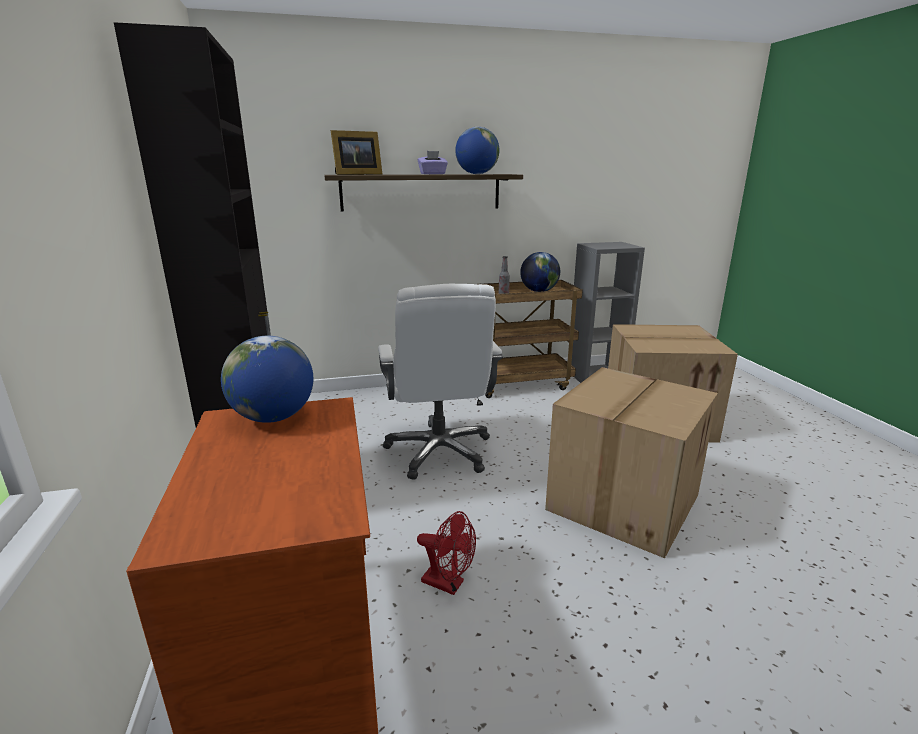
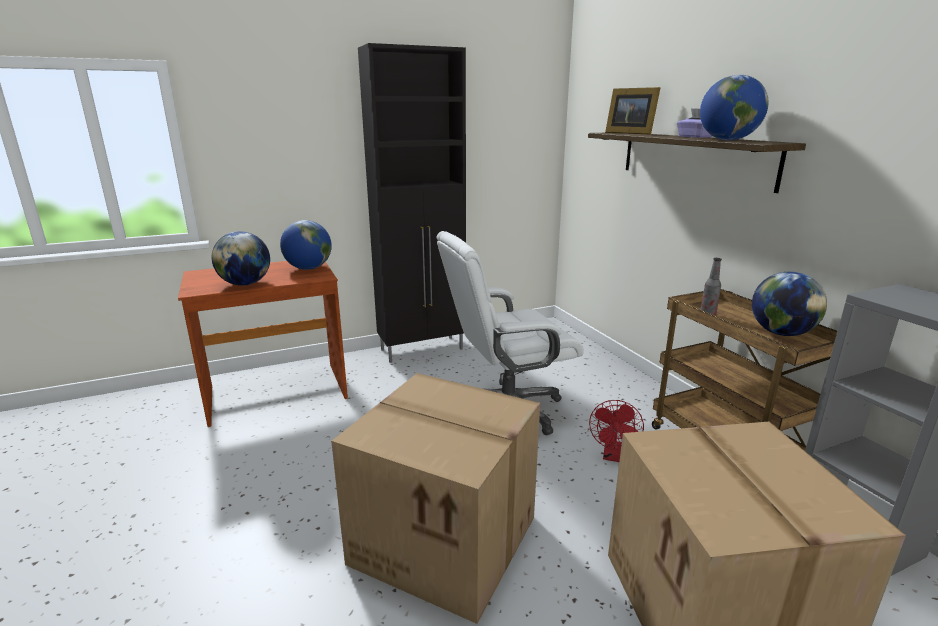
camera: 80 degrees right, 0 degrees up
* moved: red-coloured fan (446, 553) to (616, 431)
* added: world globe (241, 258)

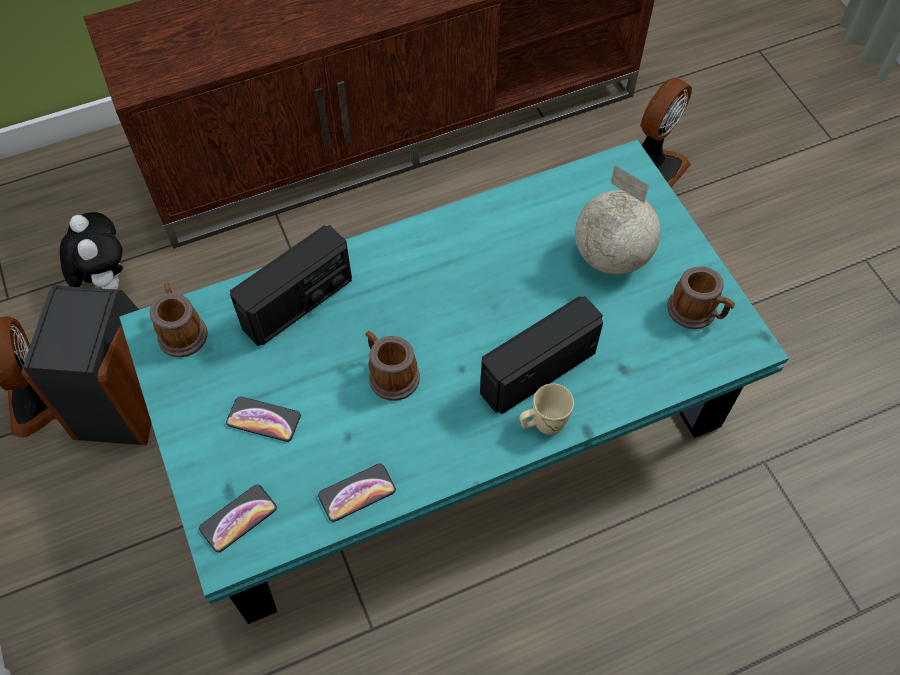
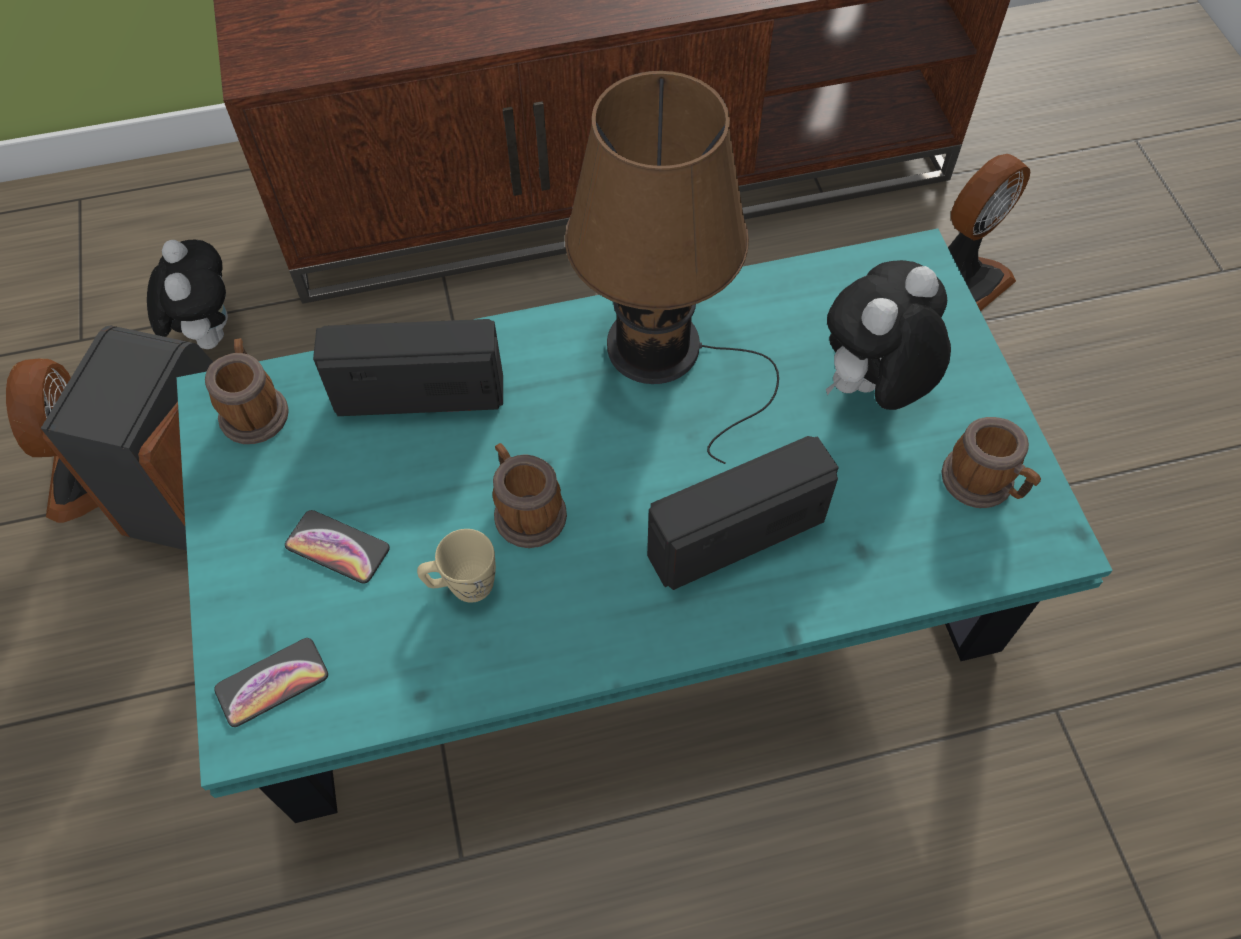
camera: 10 degrees right, 0 degrees up
* replaced: world globe (617, 220) to plush toy (888, 335)
* turned: radio set (291, 285) = (408, 367) 150 degrees counterclockwise
* moved: beige mug (547, 409) to (456, 566)
* removed: phone (357, 493)
* added: brown table lamp (672, 267)

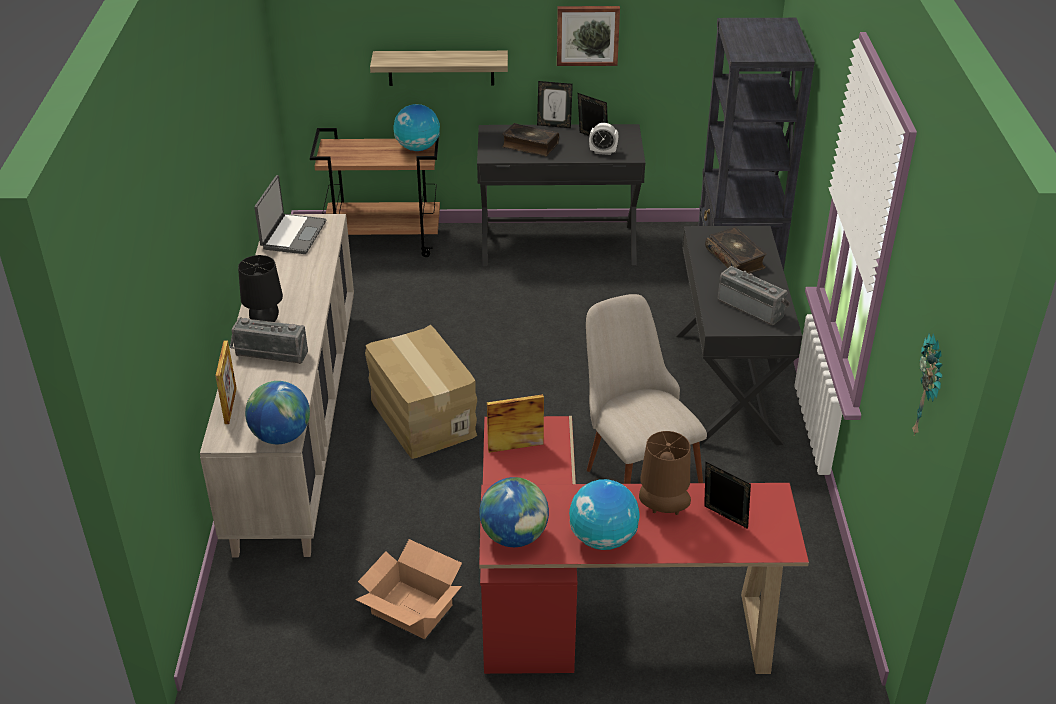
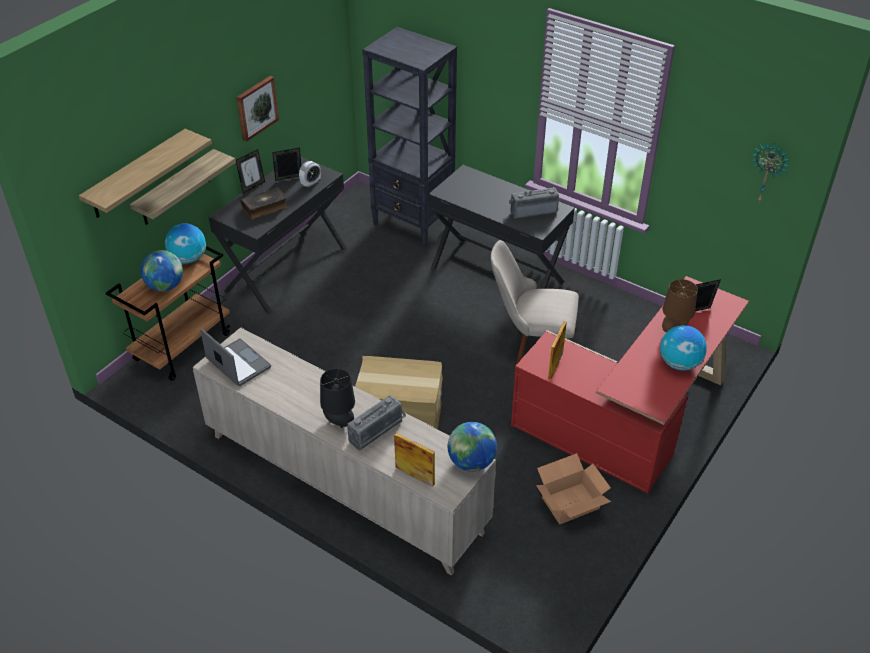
camera: 55 degrees left, 5 degrees up
* removed: book (735, 250)
* moved: world globe (514, 512) to (162, 270)
* added: bracket shelf (145, 173)

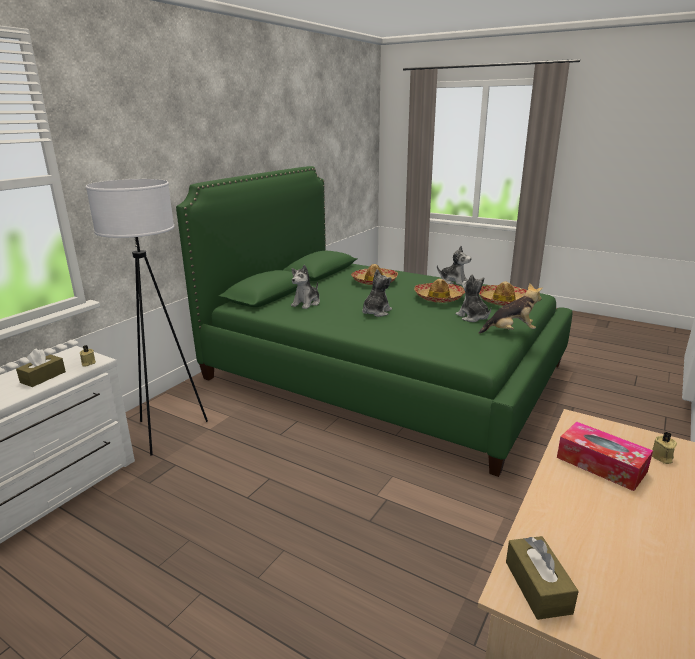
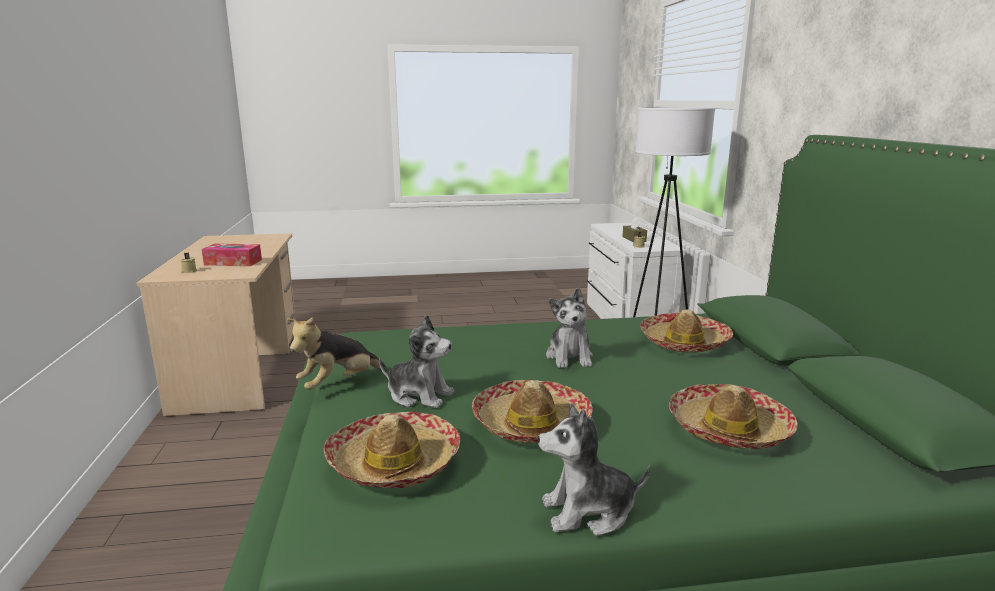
camera: 140 degrees right, 5 degrees down
* replaced: plush toy (305, 287) to wearable hat (686, 331)
* removed: brown tissue box (542, 578)

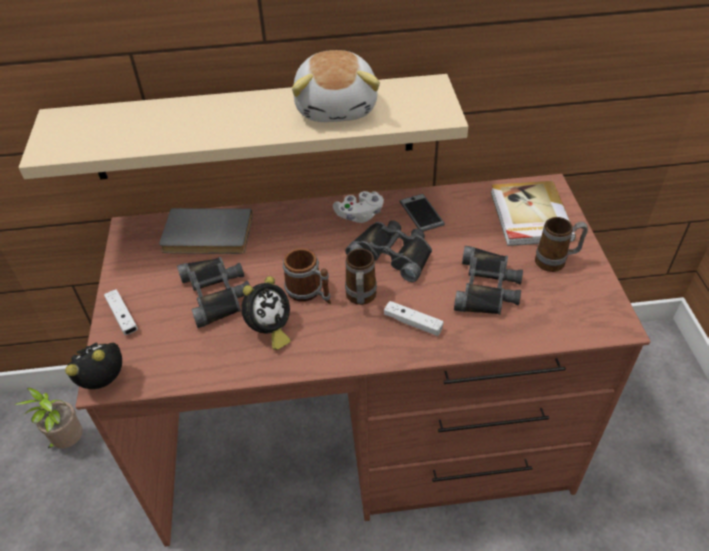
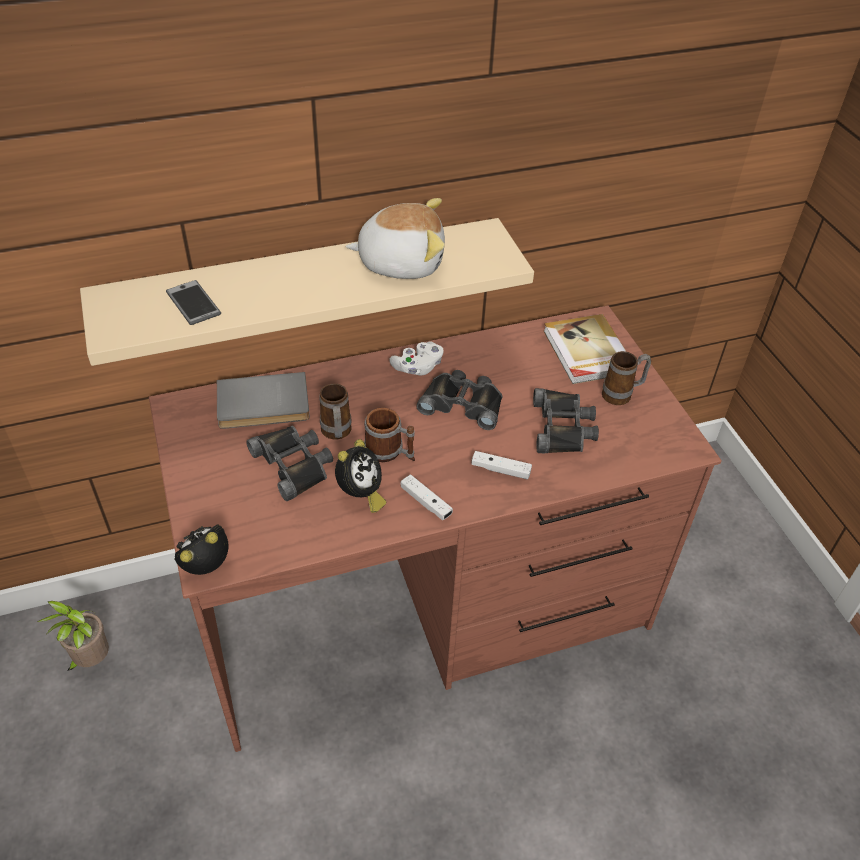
camera: 15 degrees left, 0 degrees up
* turned: plush toy (336, 86) = (395, 238) 75 degrees counterclockwise
* moved: phone (422, 213) to (193, 302)
* moved: mug (361, 276) to (335, 411)
* moved: whitish game controller (121, 312) to (427, 497)

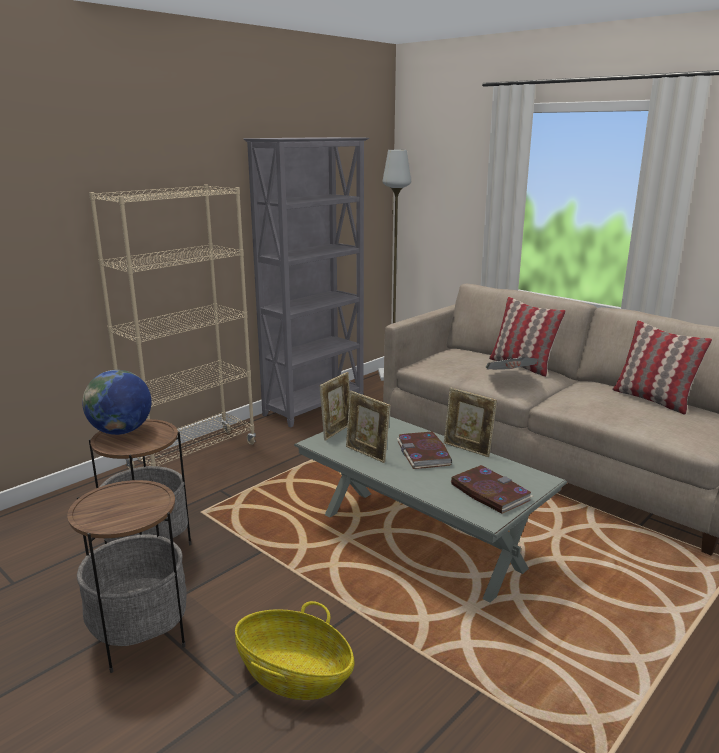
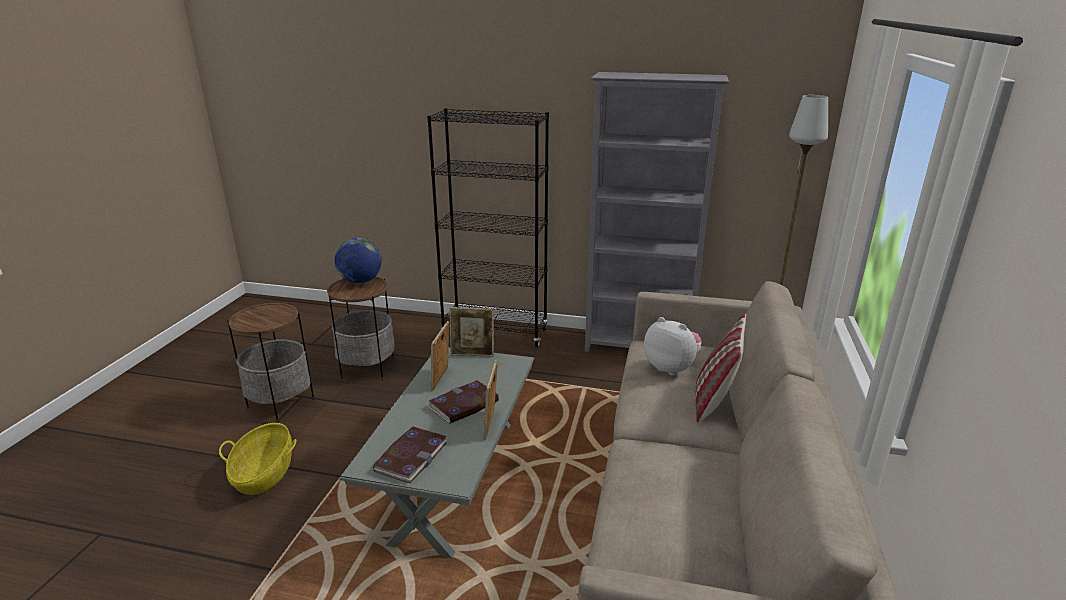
camera: 60 degrees right, 5 degrees up
* recoloured: beige shelving unit (172, 326) to black-coloured shelving unit (488, 227)
* removed: cushion (662, 367)
* removed: newspaper (511, 363)
* added: plush toy (673, 346)

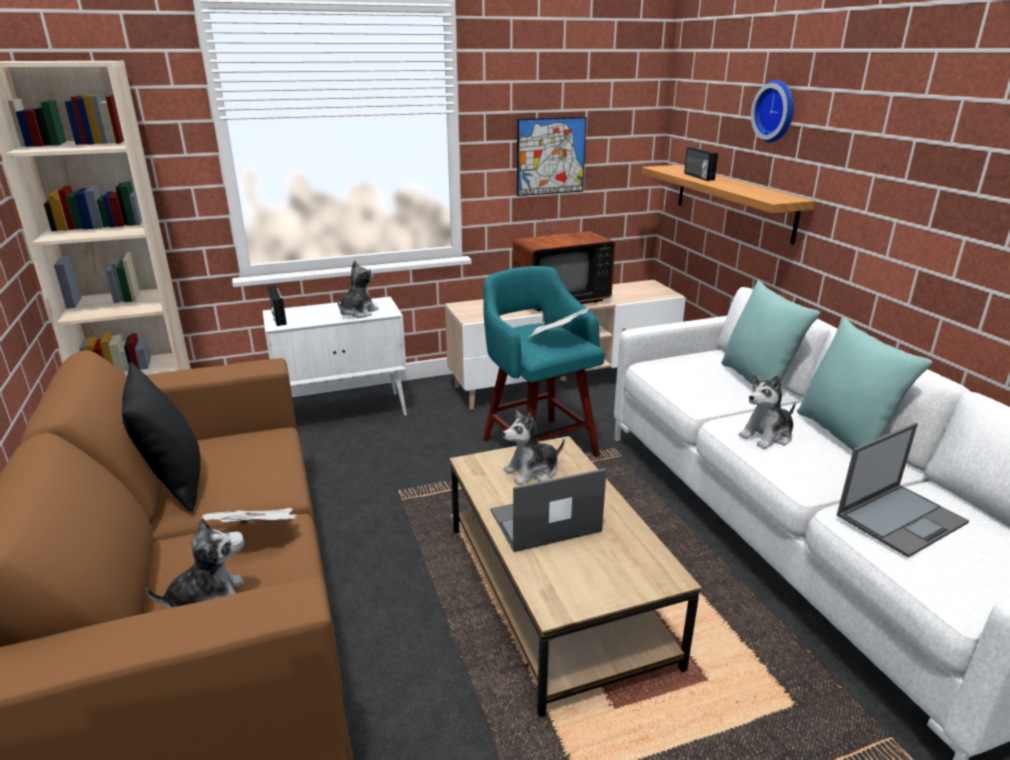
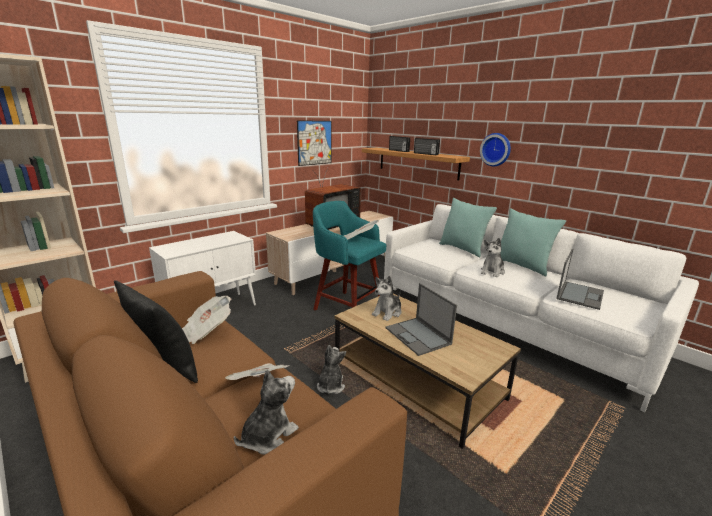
camera: 25 degrees left, 5 degrees down
* moved: clock on the wall (772, 111) to (495, 149)
* moved: plush toy (358, 289) to (331, 369)
* moved: radio set (277, 305) to (427, 146)
* turned: portable computer (549, 510) = (421, 319) 75 degrees counterclockwise
* added: newspaper (207, 320)

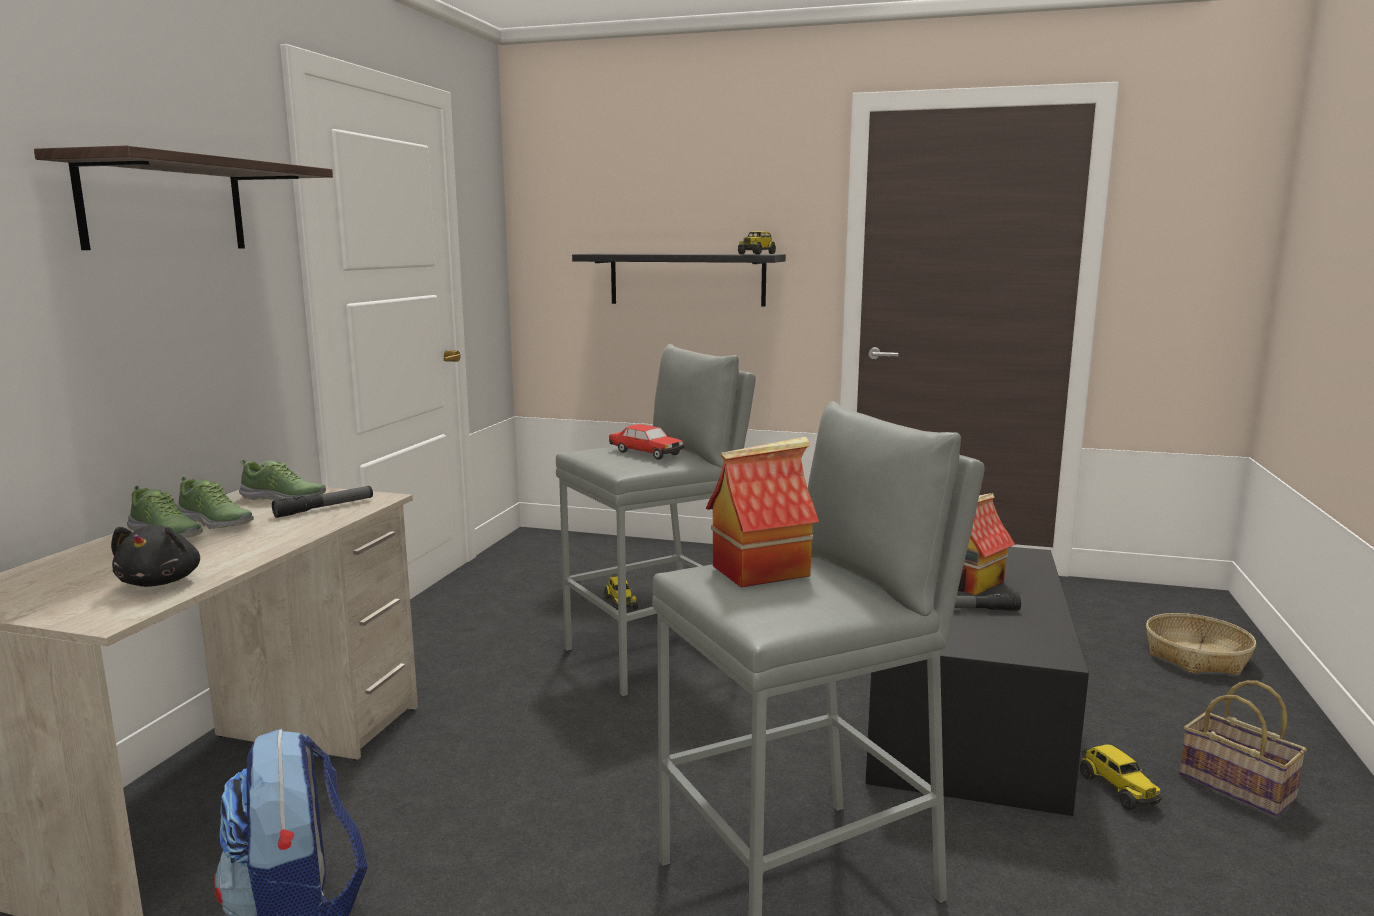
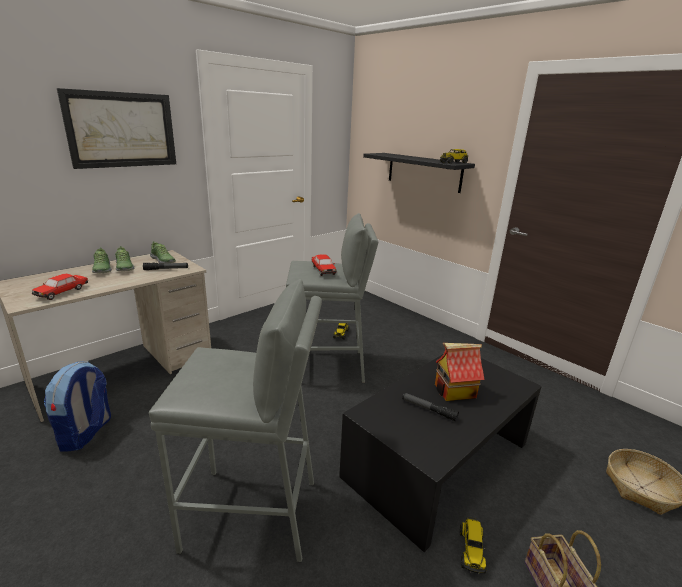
camera: 30 degrees right, 10 degrees up
* replaced: bracket shelf (183, 197) to wall picture (116, 128)
* removed: toy house (762, 512)
* replaced: black-coloured plush toy (155, 556) to toy car (60, 287)

